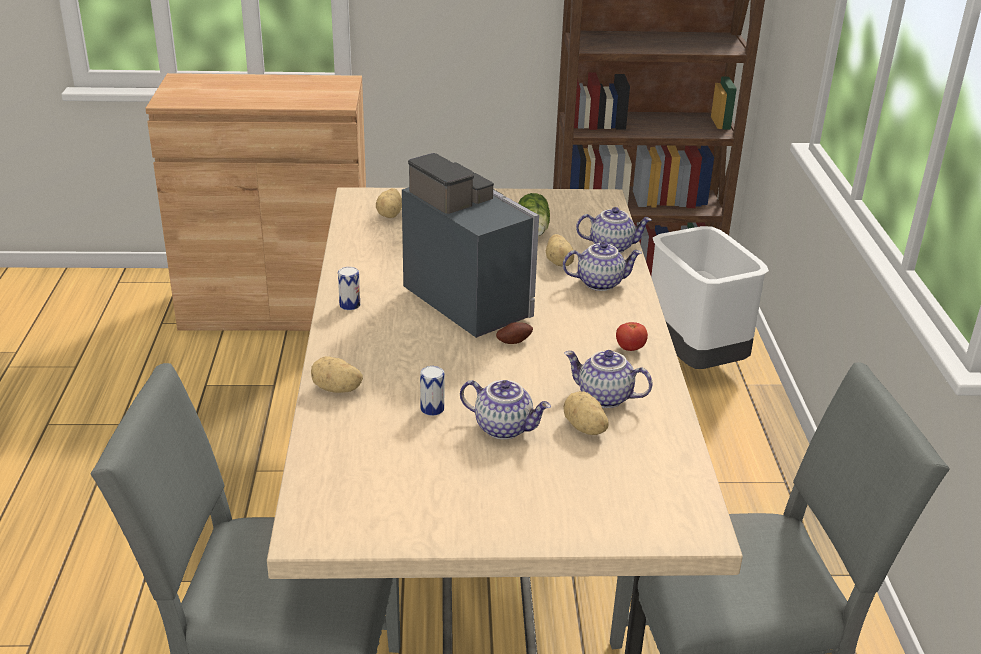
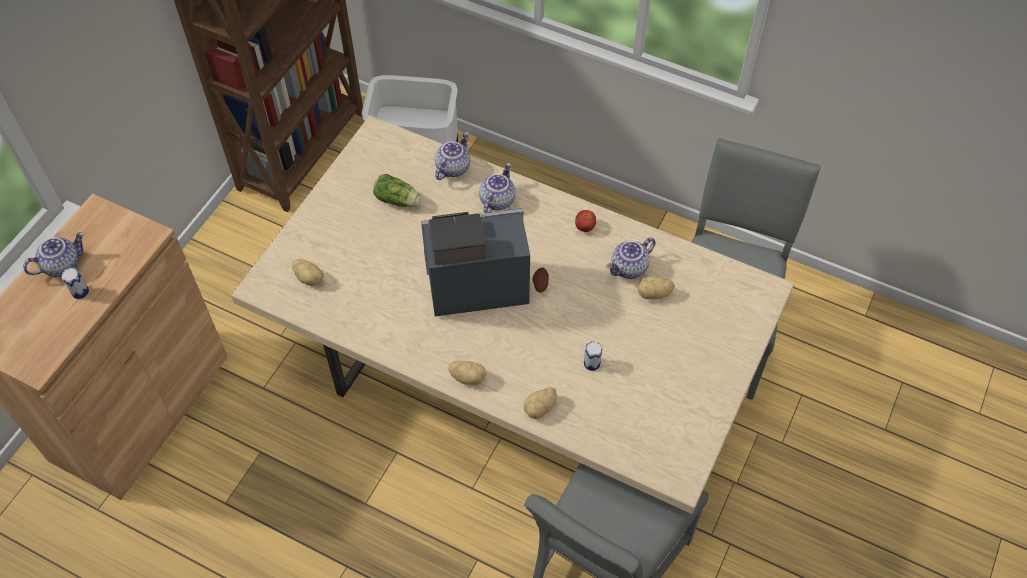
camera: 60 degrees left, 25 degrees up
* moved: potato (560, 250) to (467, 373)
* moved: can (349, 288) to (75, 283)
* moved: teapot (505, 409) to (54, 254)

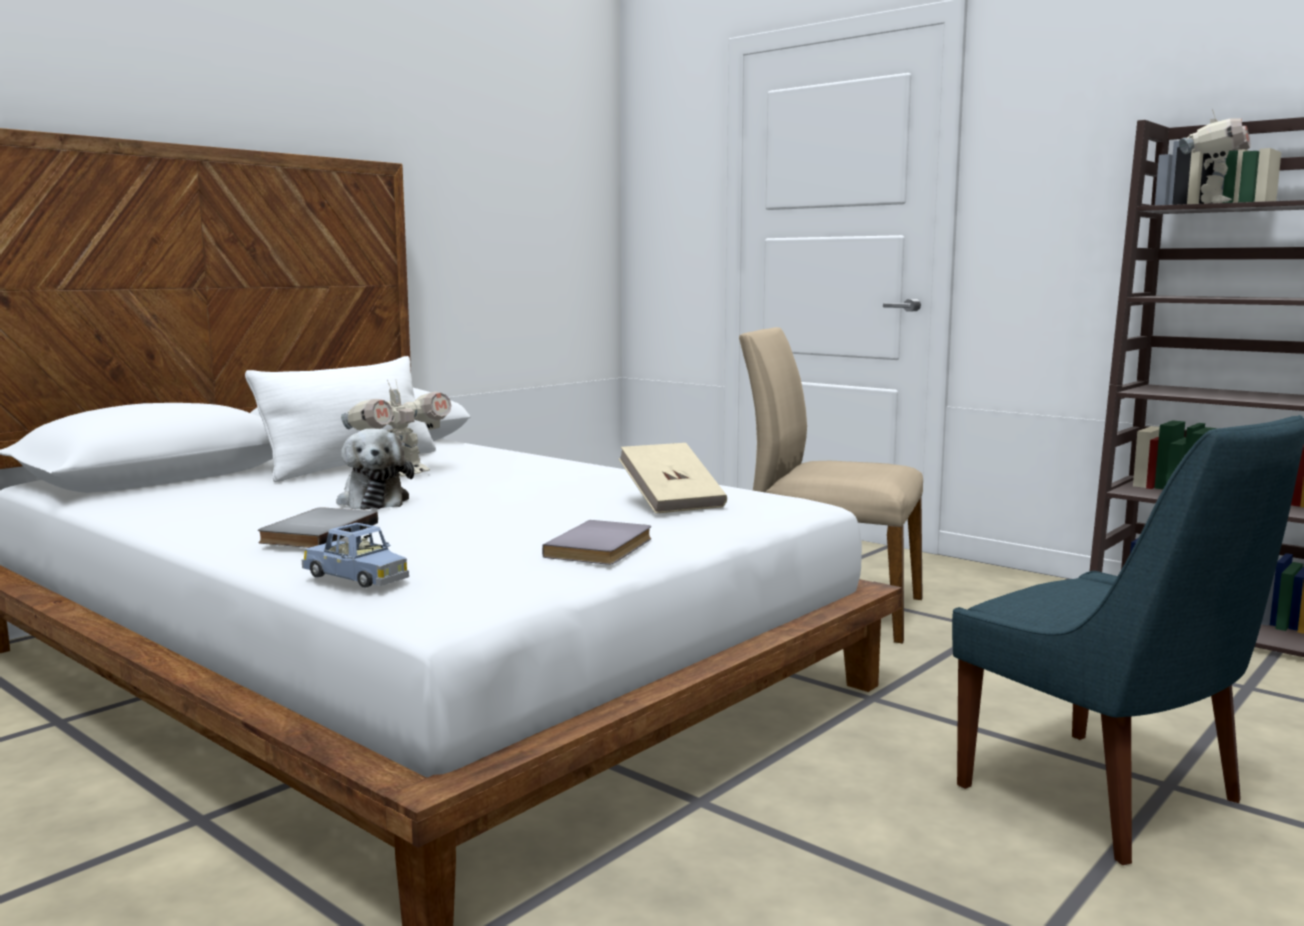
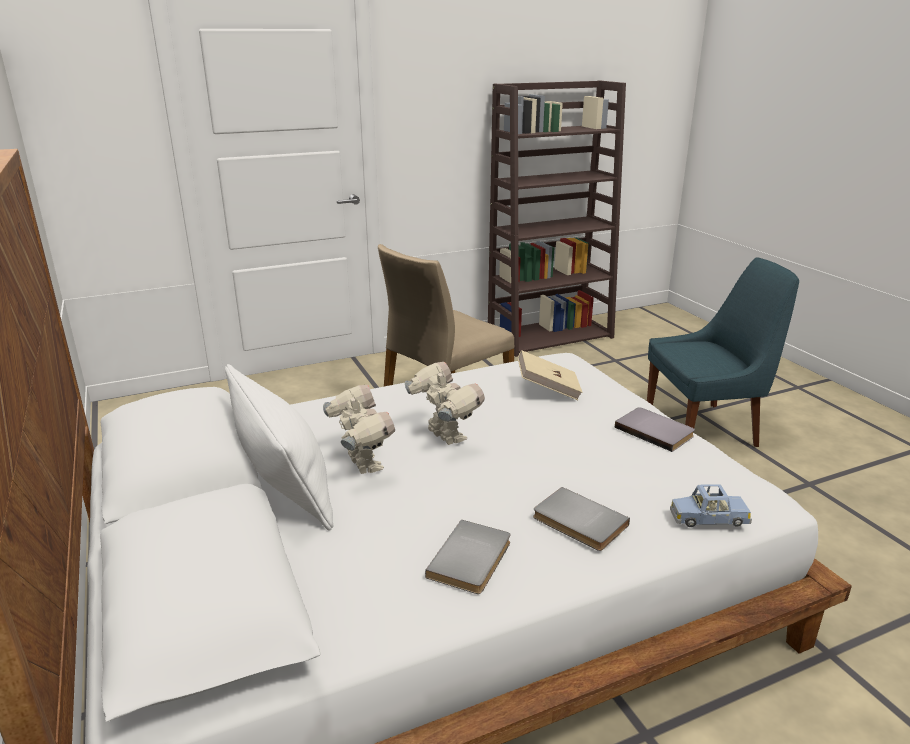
camera: 65 degrees left, 15 degrees up
* moved: model robot (1215, 156) to (445, 403)
* removed: plush toy (375, 469)
* turned: bluish toy car (355, 555) = (711, 505) 150 degrees counterclockwise
* added: gray book (467, 557)

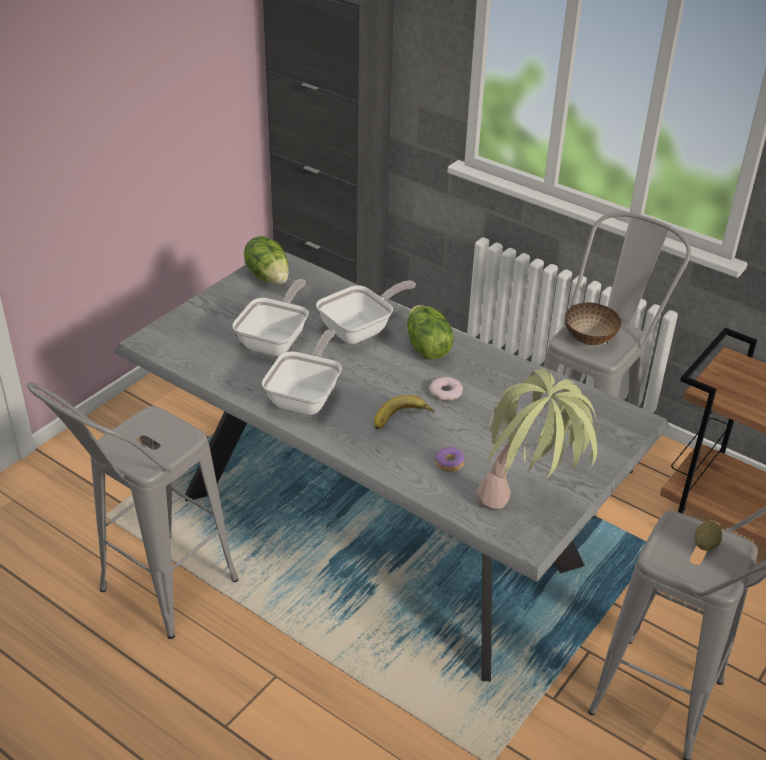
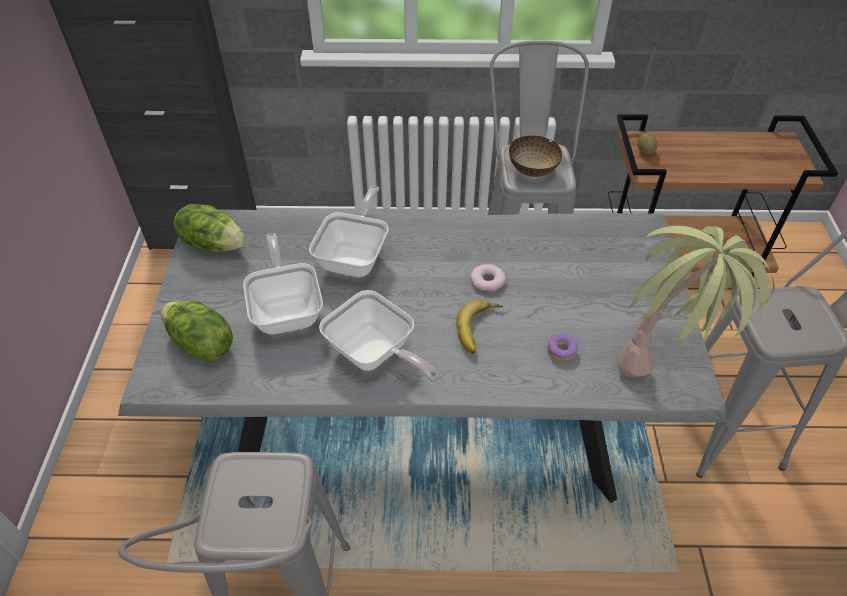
camera: 35 degrees left, 10 degrees up
* moved: lettuce (430, 332) to (197, 331)
* turned: pan (302, 372) = (379, 336) 150 degrees clockwise
* moved: potato (708, 536) to (647, 143)

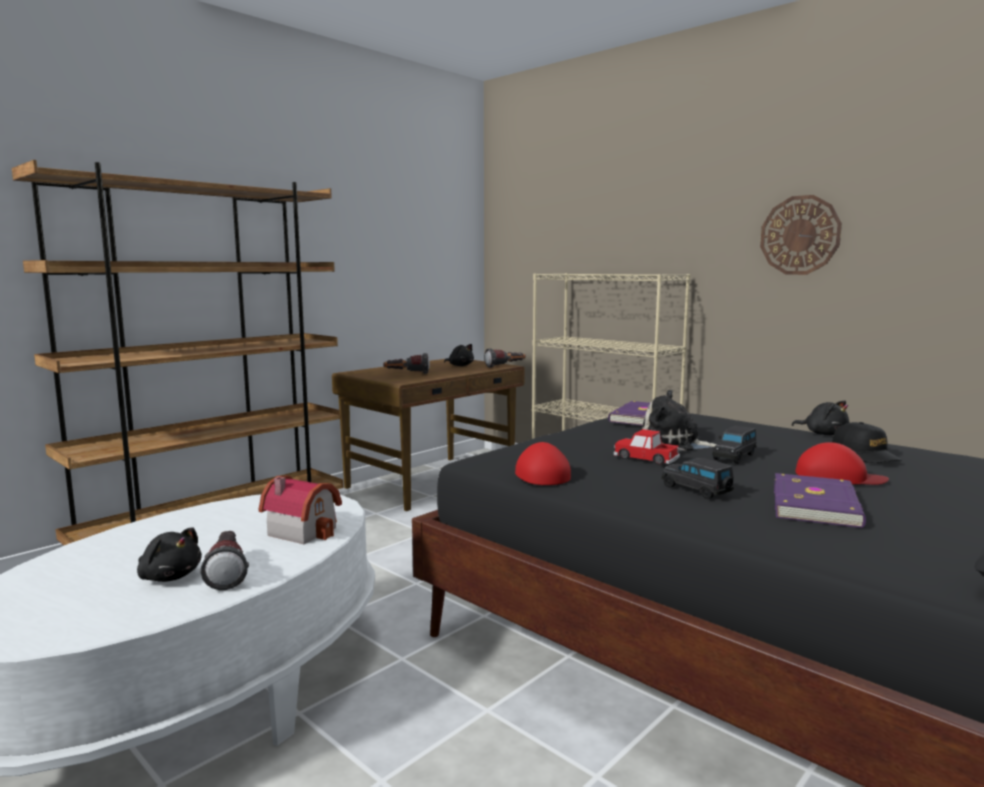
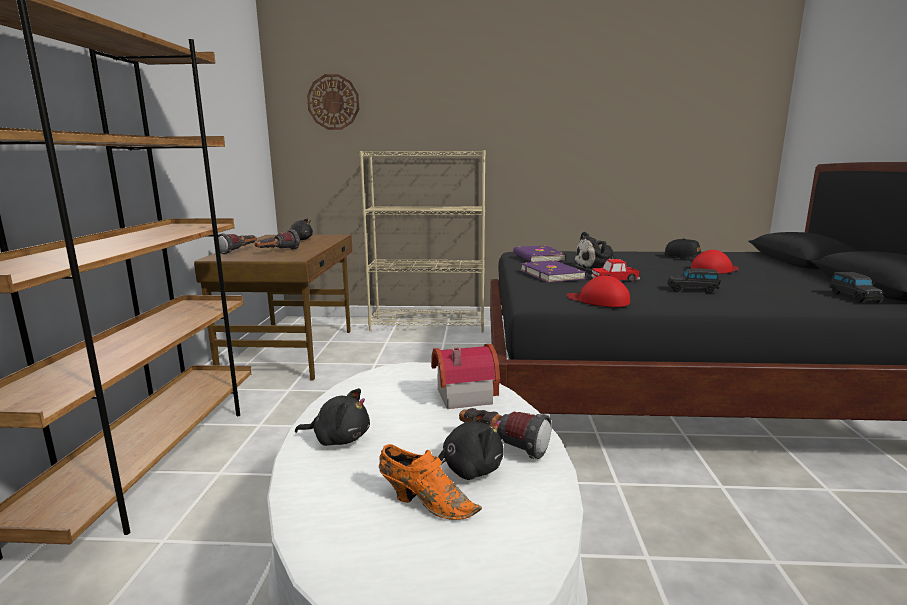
camera: 40 degrees left, 5 degrees up
* moved: clock on the wall (801, 235) to (333, 102)
* moved: flashlight (505, 358) to (237, 244)
* moved: black-coloured plush toy (820, 418) to (332, 417)
* moved: black-coloured toy car (734, 444) to (856, 287)
* moved: purple-coloured book (820, 500) to (553, 272)
* added: orangey low shoe (430, 482)

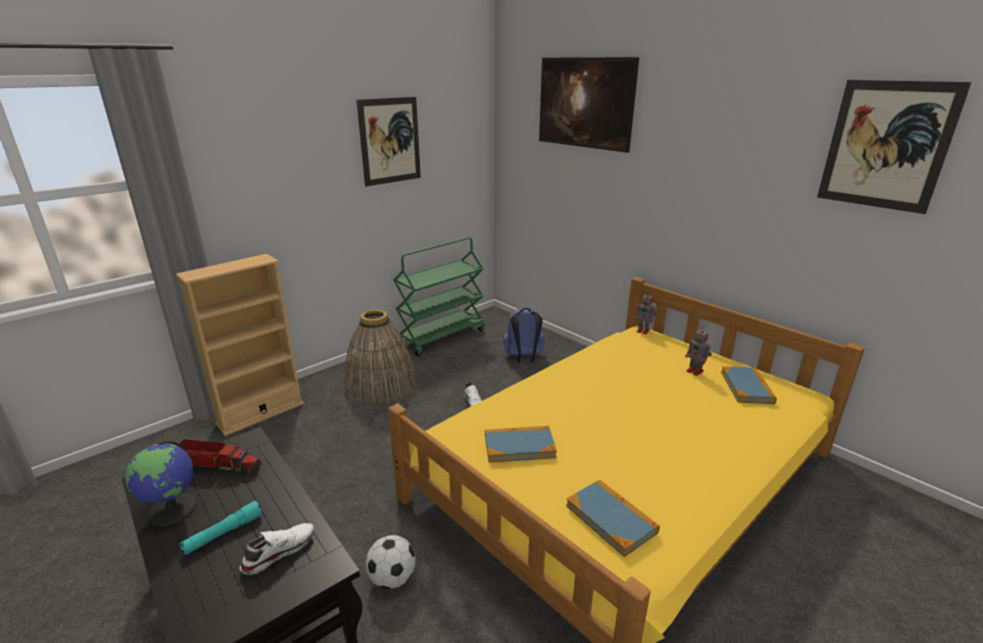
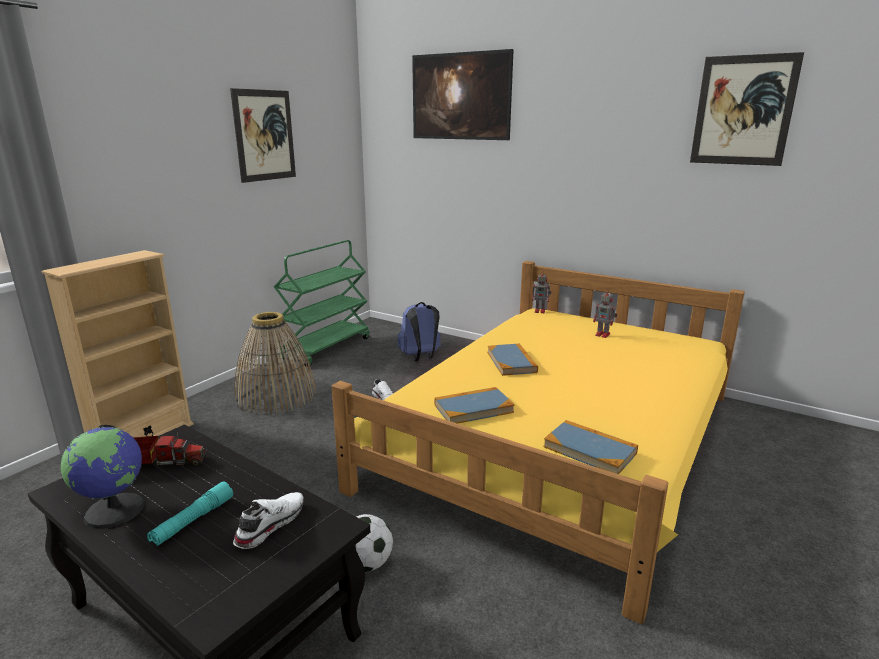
camera: 15 degrees left, 5 degrees down
* moved: book (749, 385) to (512, 359)

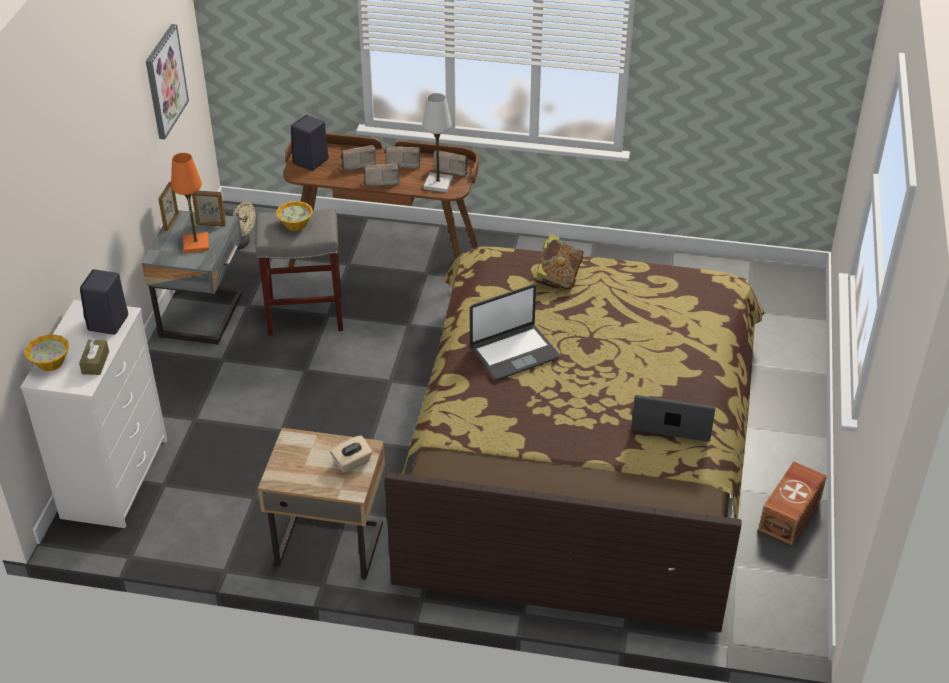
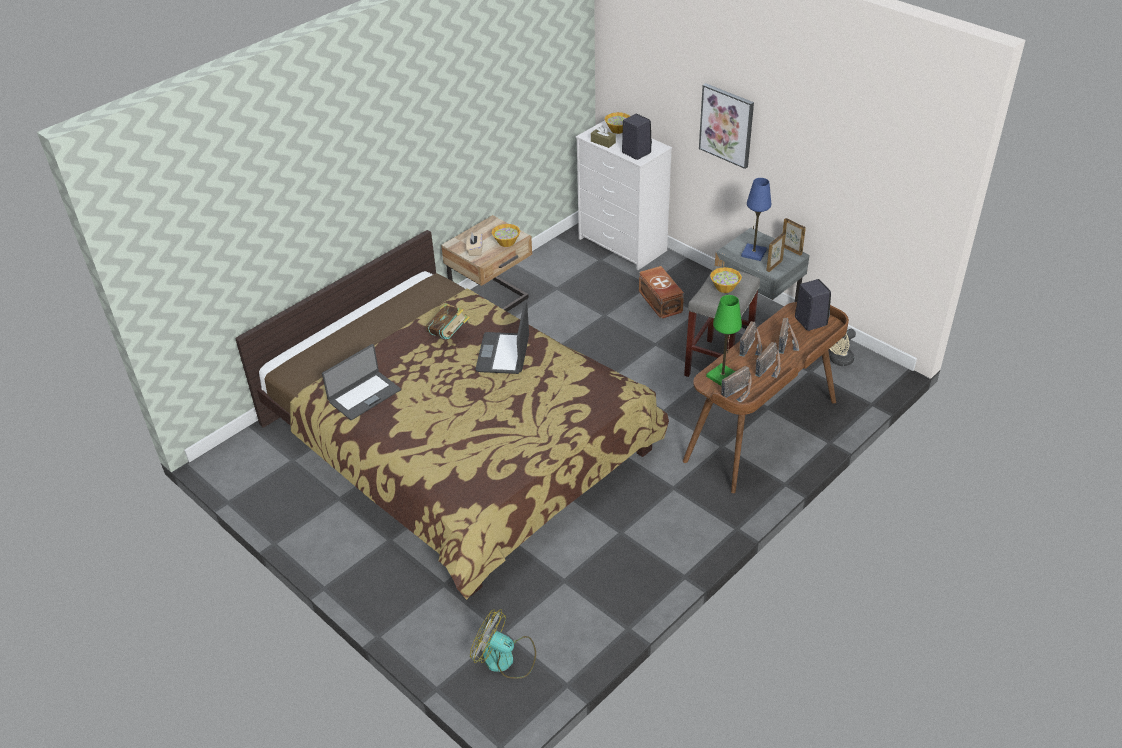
camera: 125 degrees right, 0 degrees up
* moved: wall picture (167, 82) to (726, 126)
* recoloured: whitish table lamp (437, 142) to green table lamp (724, 340)
* recoloured: orangey table lamp (190, 203) to bluish table lamp (756, 219)
* moved: book (558, 262) to (448, 321)
* moved: brown storage box (793, 503) to (661, 292)
* added: deep dish (506, 235)
* added: fan (503, 644)

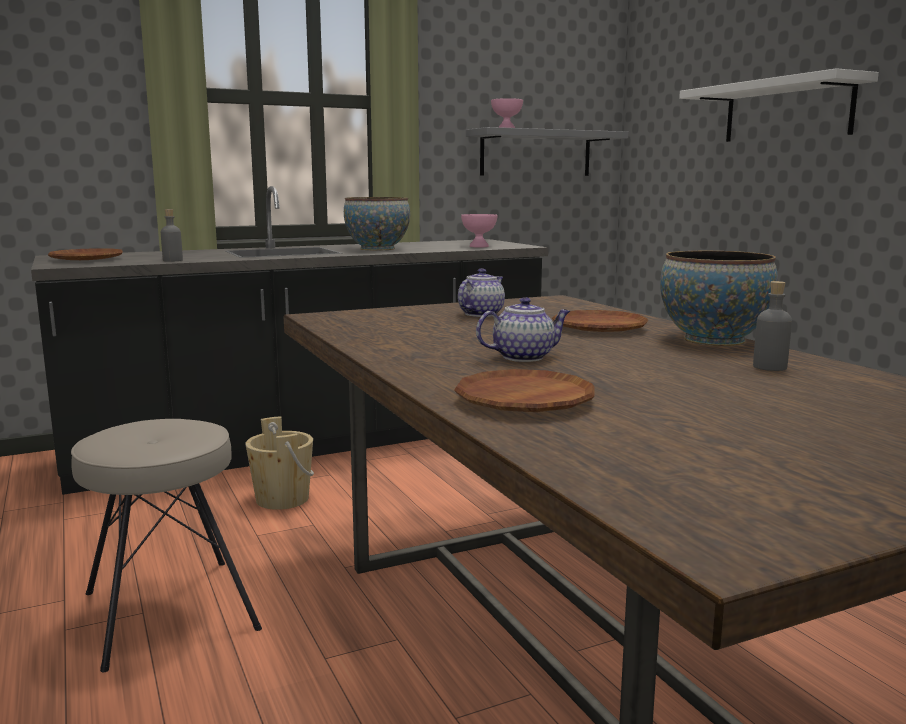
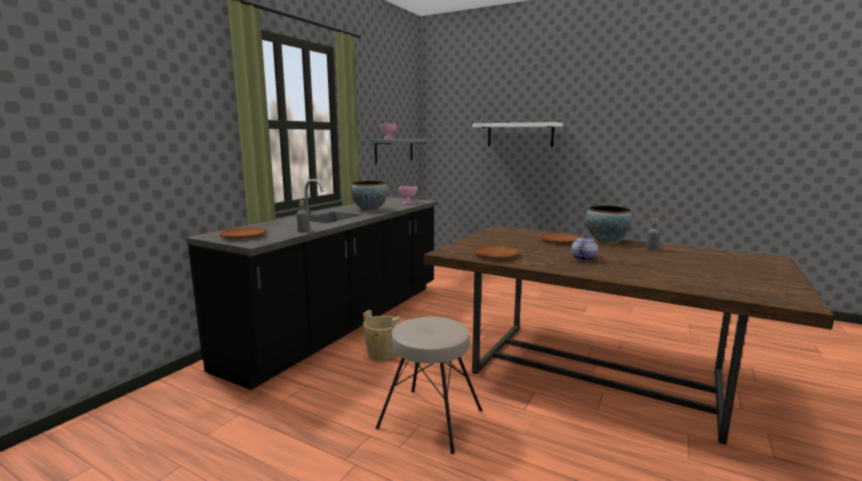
camera: 35 degrees left, 0 degrees up
* removed: teapot (481, 292)
* moved: brown dinner plate (524, 390) to (497, 252)

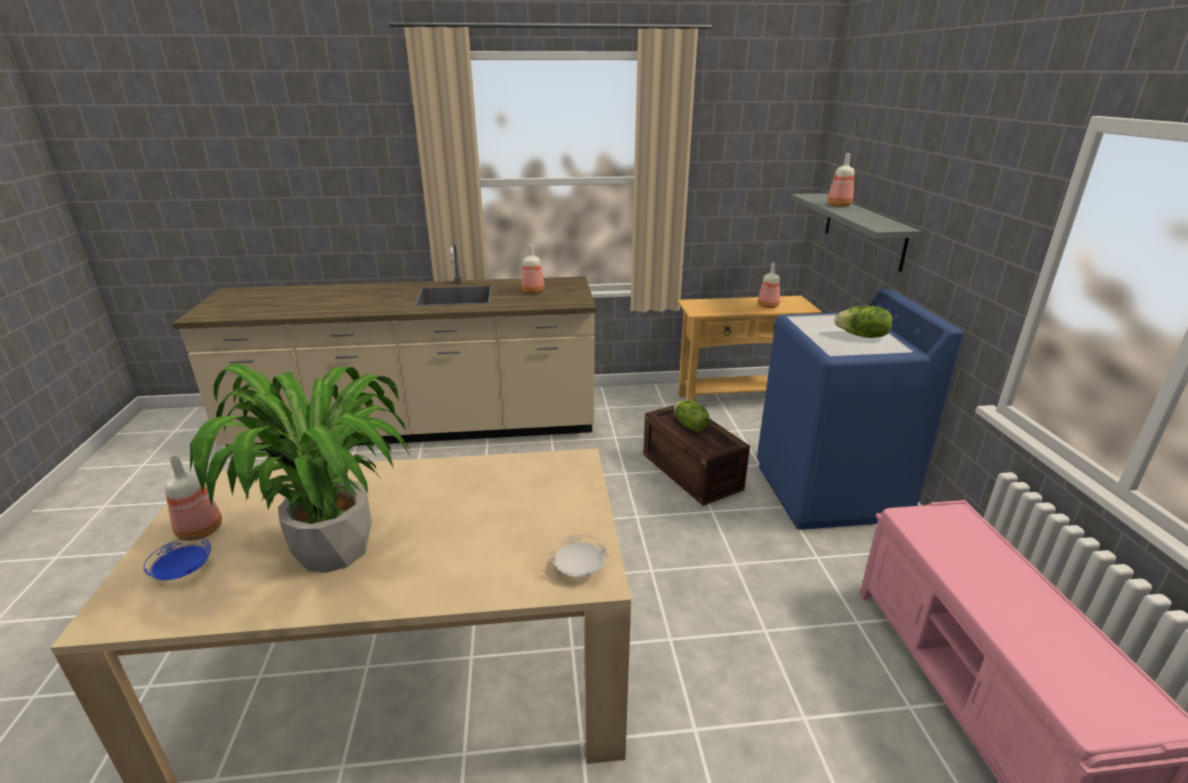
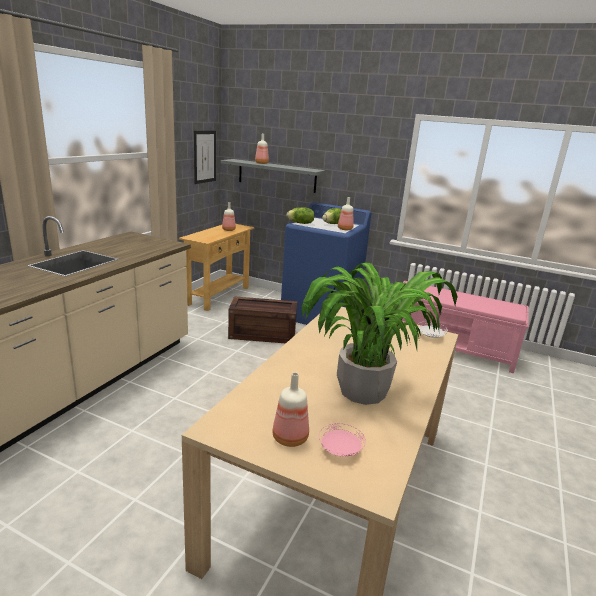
camera: 60 degrees left, 5 degrees down
* moved: beverage bottle (532, 269) to (345, 213)
* moved: lettuce (692, 415) to (300, 215)
* recoloured: bluish dinner plate (177, 559) to pinkish dinner plate (342, 440)
* added: wall picture (205, 157)

